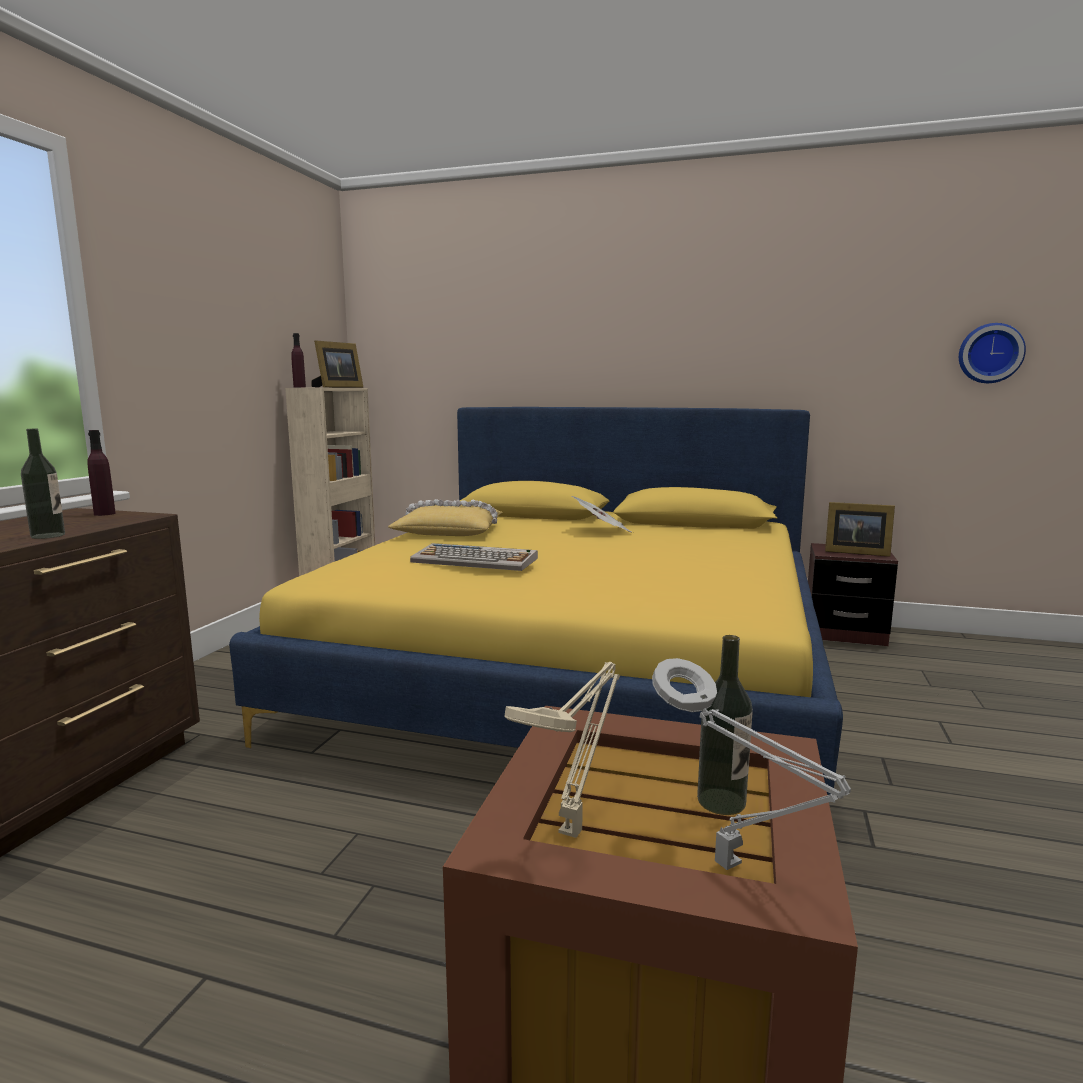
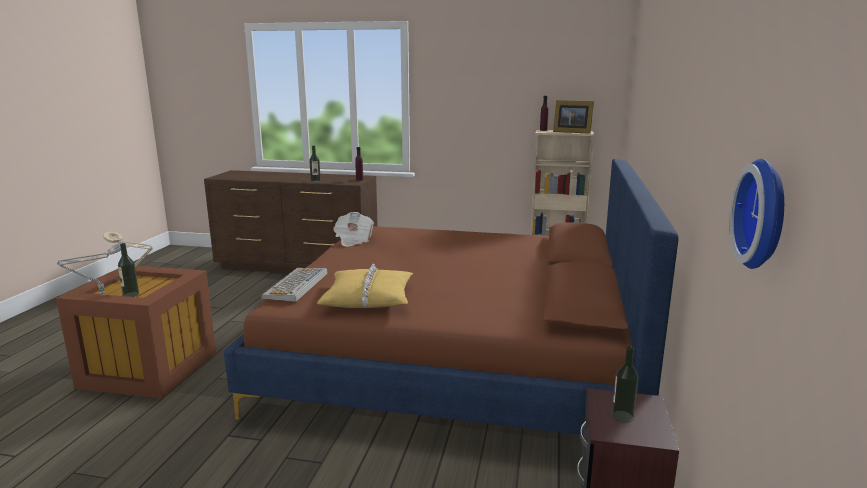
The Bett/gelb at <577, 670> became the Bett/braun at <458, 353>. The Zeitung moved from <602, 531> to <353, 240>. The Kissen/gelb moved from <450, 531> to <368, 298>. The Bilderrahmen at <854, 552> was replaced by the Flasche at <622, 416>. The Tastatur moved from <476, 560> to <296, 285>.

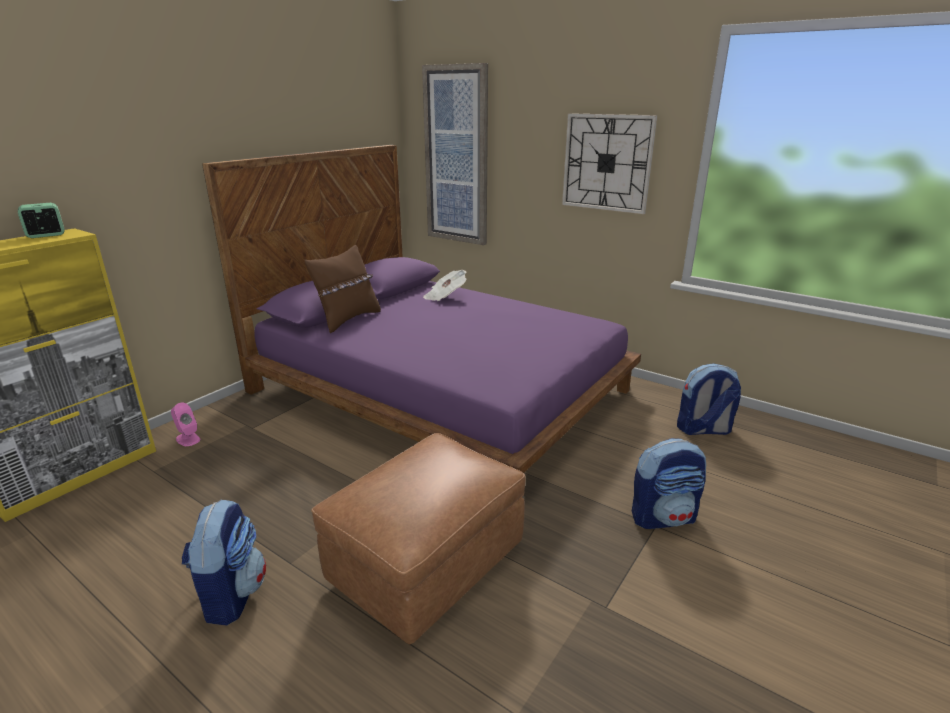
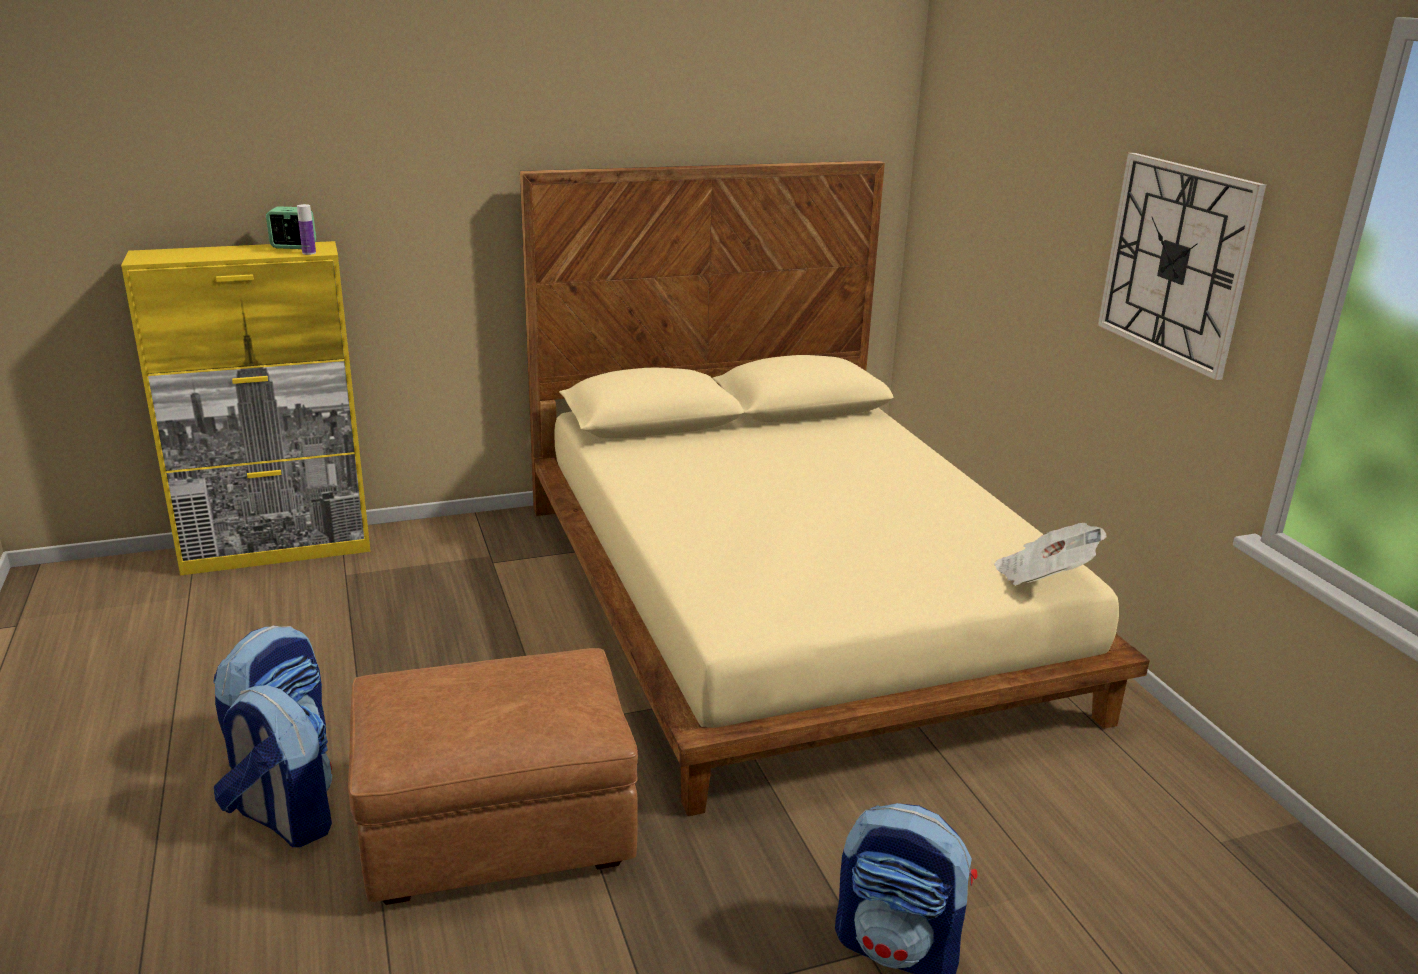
The Bild at <457, 157> disappeared. The Bett/lila at <442, 390> became the Bett/beige at <789, 602>. The Kissen/braun at <348, 319> disappeared. The Zeitung moved from <445, 297> to <1043, 576>. The Rucksack moved from <703, 430> to <283, 820>. The Lautsprecher/rosa at <188, 439> disappeared. The Flasche at <309, 253> appeared.

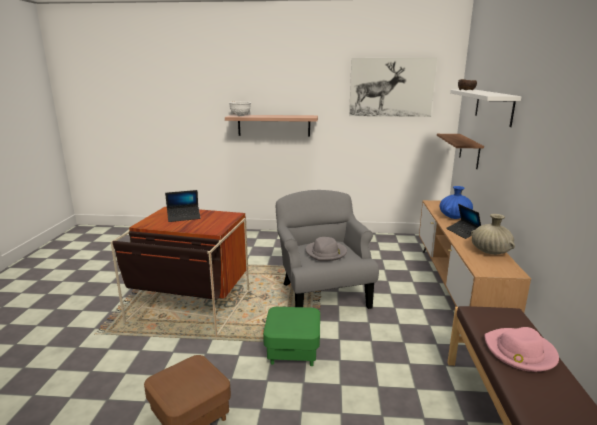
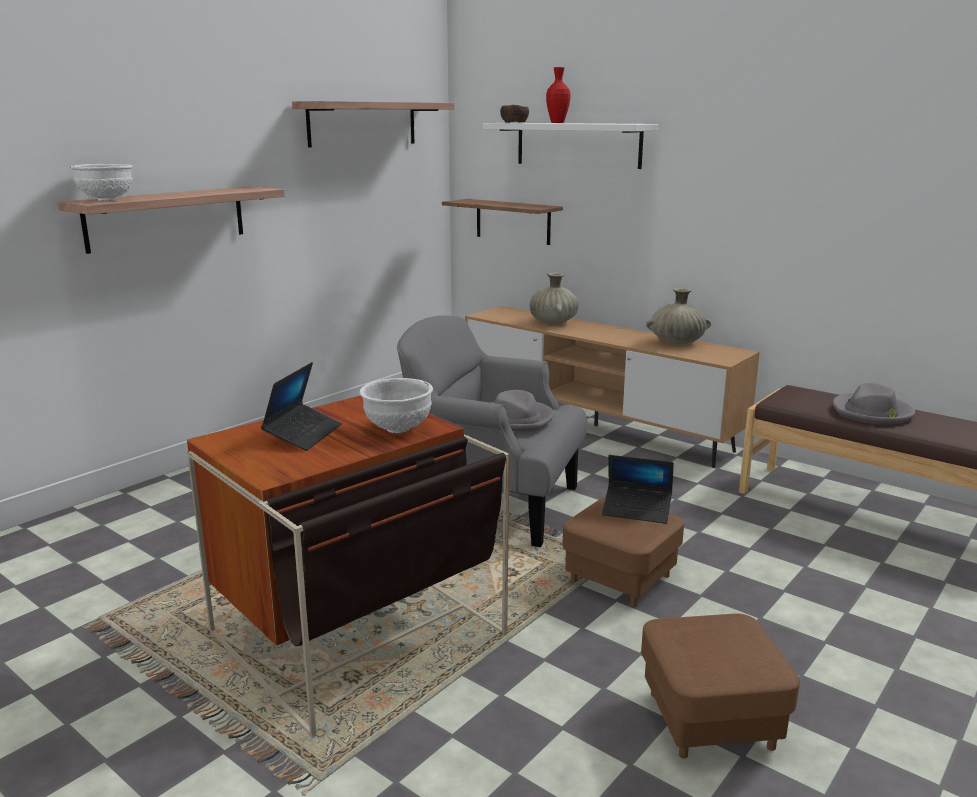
The Bild at <391, 87> was replaced by the Wandregal at <363, 124>. The Vase/blau at <454, 217> became the Vase/beige at <553, 322>. The Laptop moved from <463, 232> to <637, 510>. The Polsterhocker/grün at <293, 351> became the Polsterhocker/braun at <620, 579>. The Hut/rosa at <520, 352> became the Hut/grau at <872, 413>. The Vase/rot at <557, 122> appeared. The Schüssel/weiß at <397, 429> appeared.

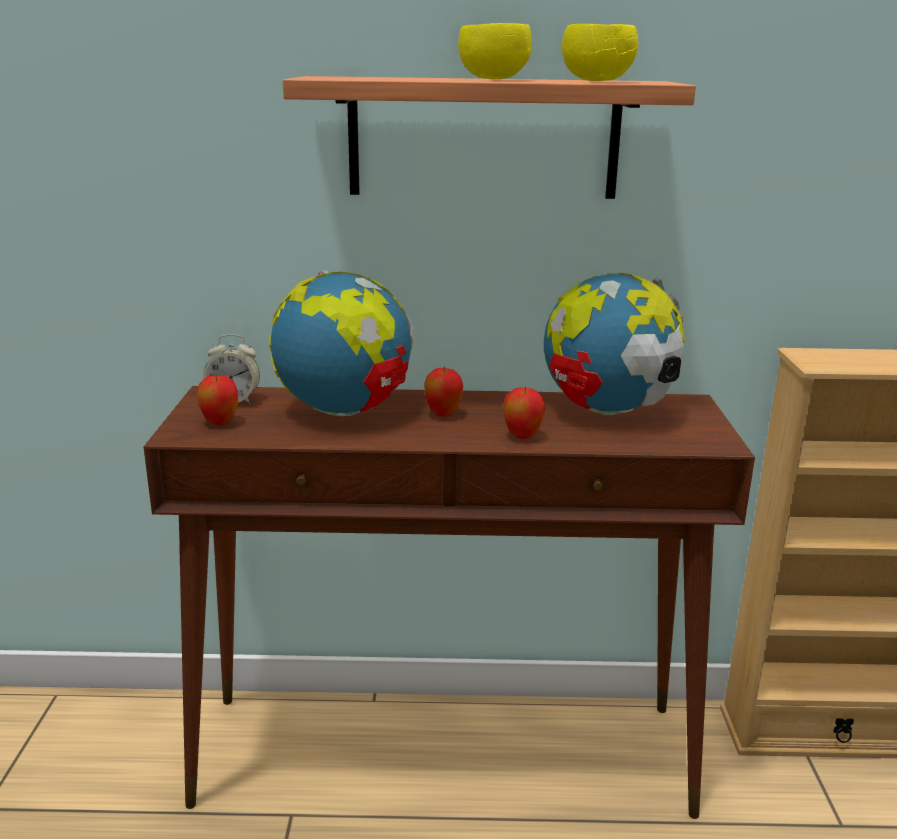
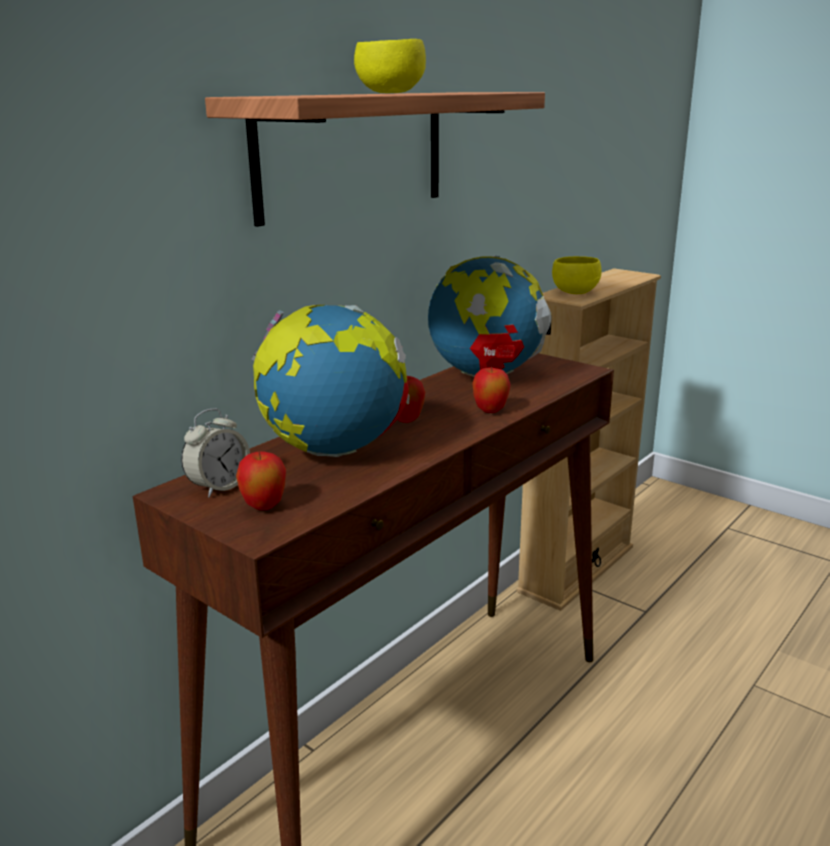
The Schüssel/gelb moved from <595, 80> to <573, 292>.

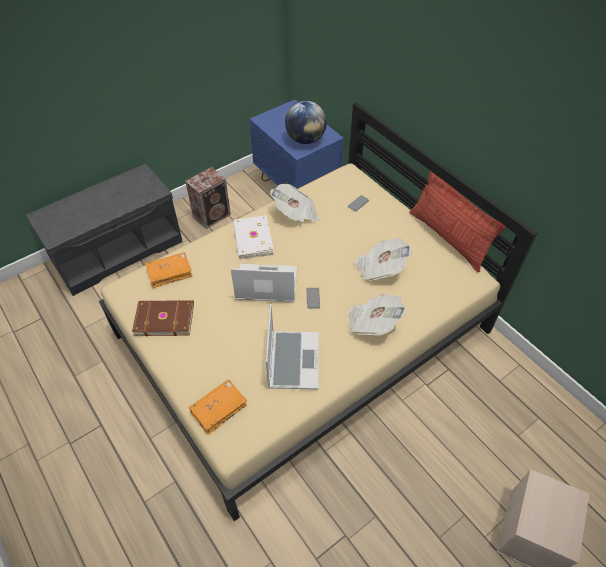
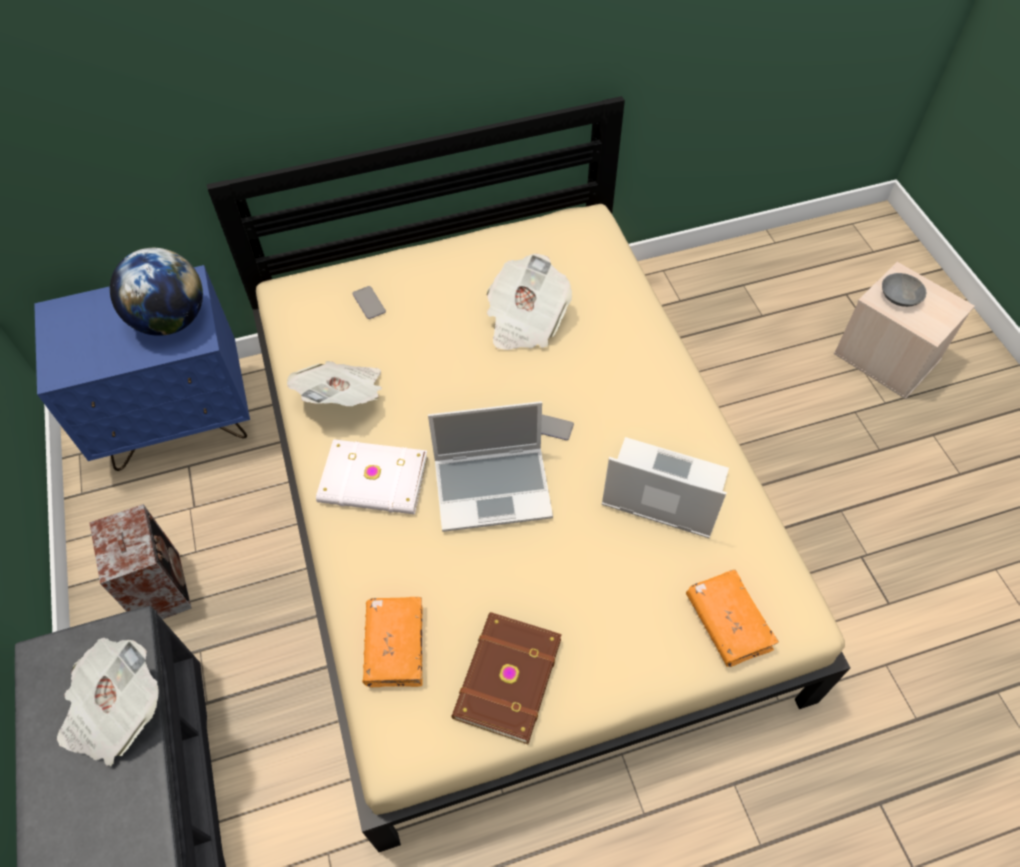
The Kissen at <448, 238> disappeared. The Laptop at <265, 285> turned 120 degrees counterclockwise. The Zeitung moved from <372, 323> to <116, 711>. The Schüssel/grau at <900, 297> appeared.

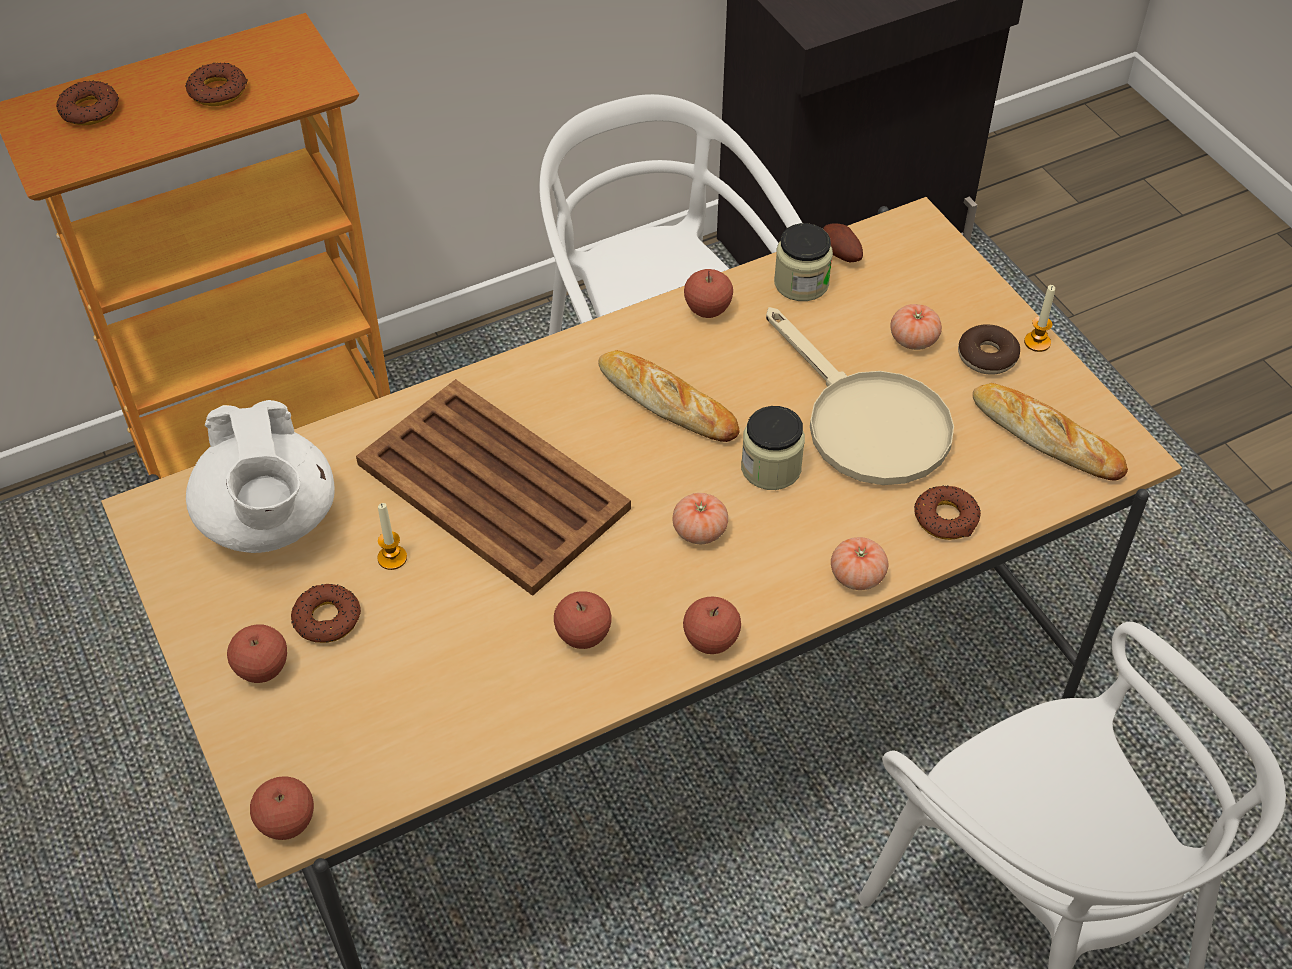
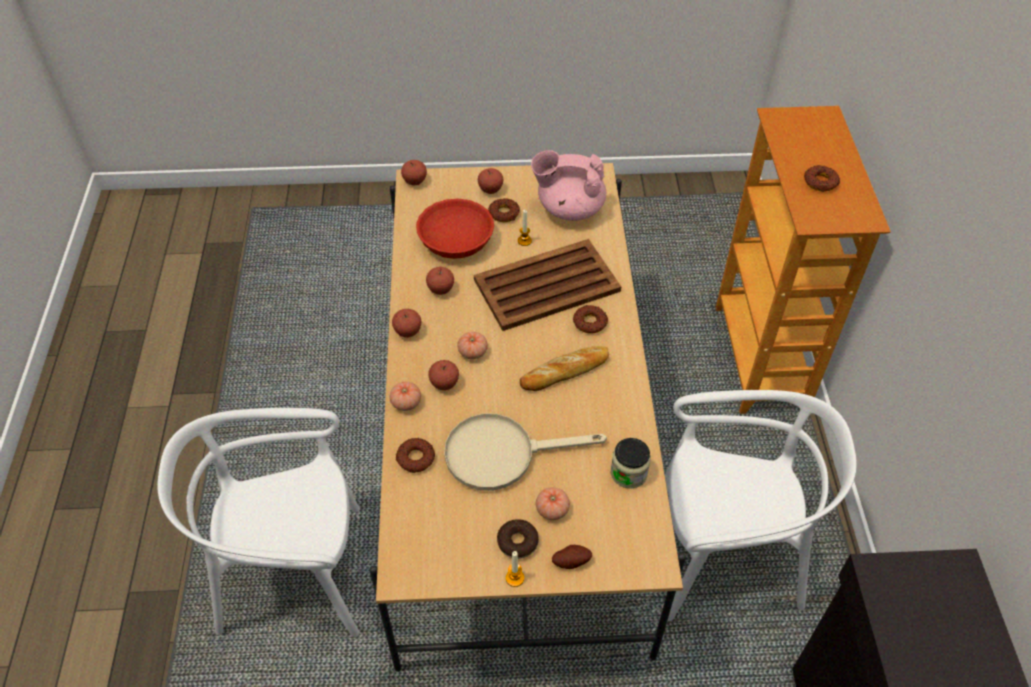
The Donut moved from <89, 110> to <590, 322>. The Kartoffel moved from <840, 255> to <571, 561>. The Apfel moved from <707, 310> to <444, 384>. The Brot at <1046, 437> disappeared. The Teekanne/weiß at <270, 522> became the Teekanne/rosa at <569, 208>. The Vorratsglas at <771, 468> disappeared. The Schüssel/rot at <456, 240> appeared.

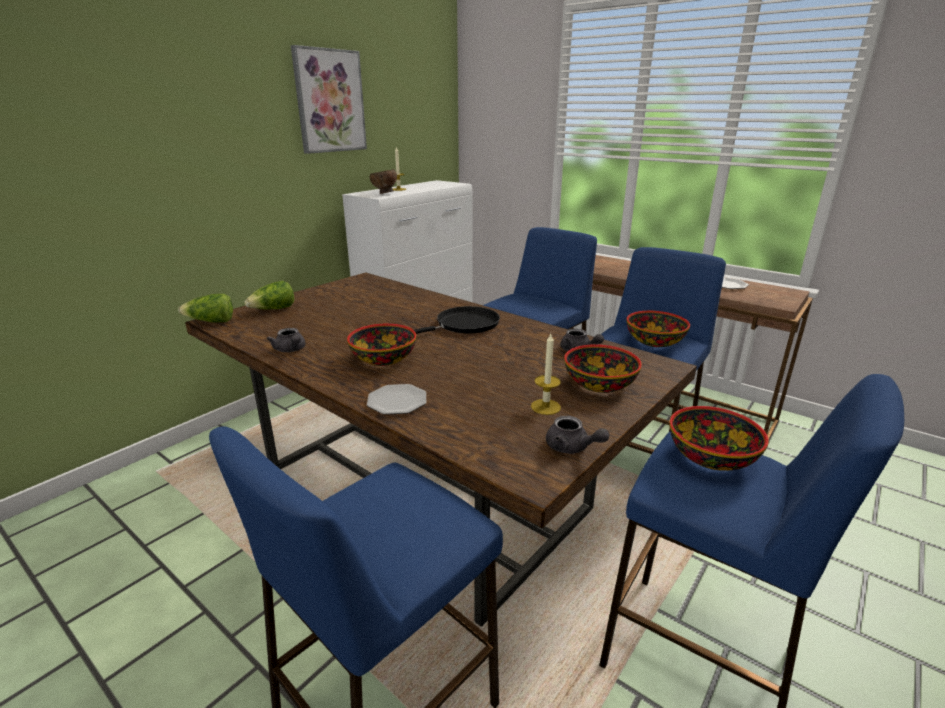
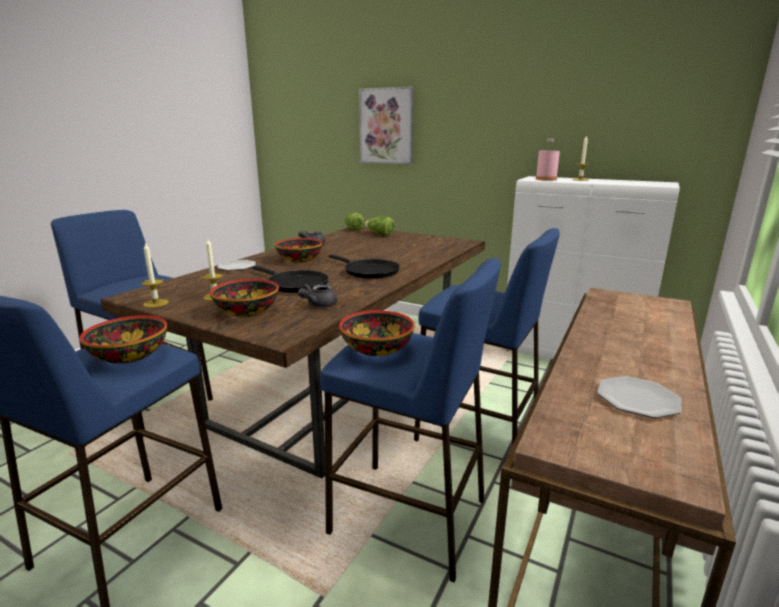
The Bild moved from <329, 101> to <386, 126>. The Schüssel/braun at <384, 194> was replaced by the Flasche/rosa at <546, 179>. The Teekanne/grau at <572, 448> was replaced by the Kerze at <156, 303>. The Pfanne/schwarz at <295, 284> appeared.

